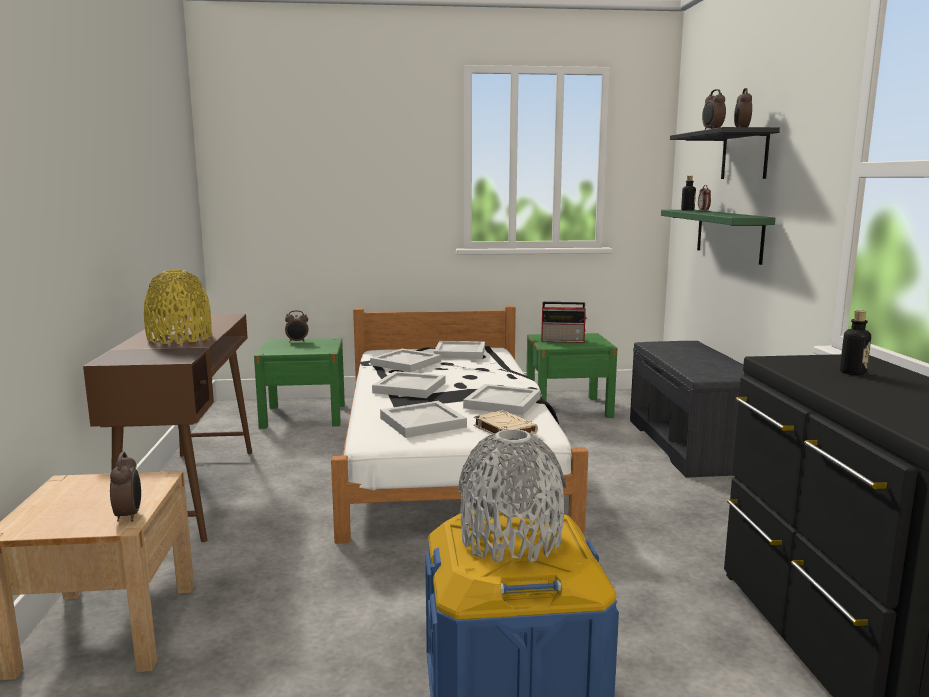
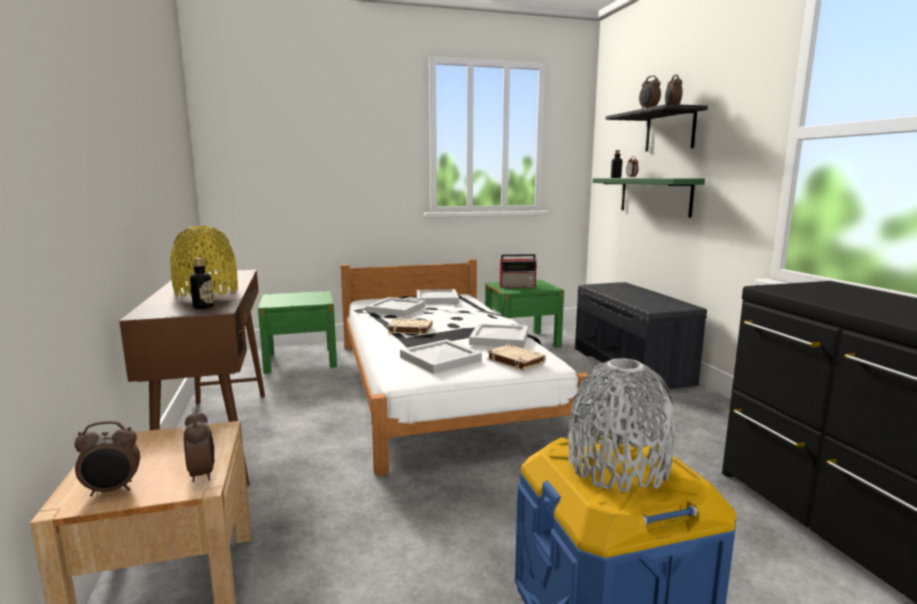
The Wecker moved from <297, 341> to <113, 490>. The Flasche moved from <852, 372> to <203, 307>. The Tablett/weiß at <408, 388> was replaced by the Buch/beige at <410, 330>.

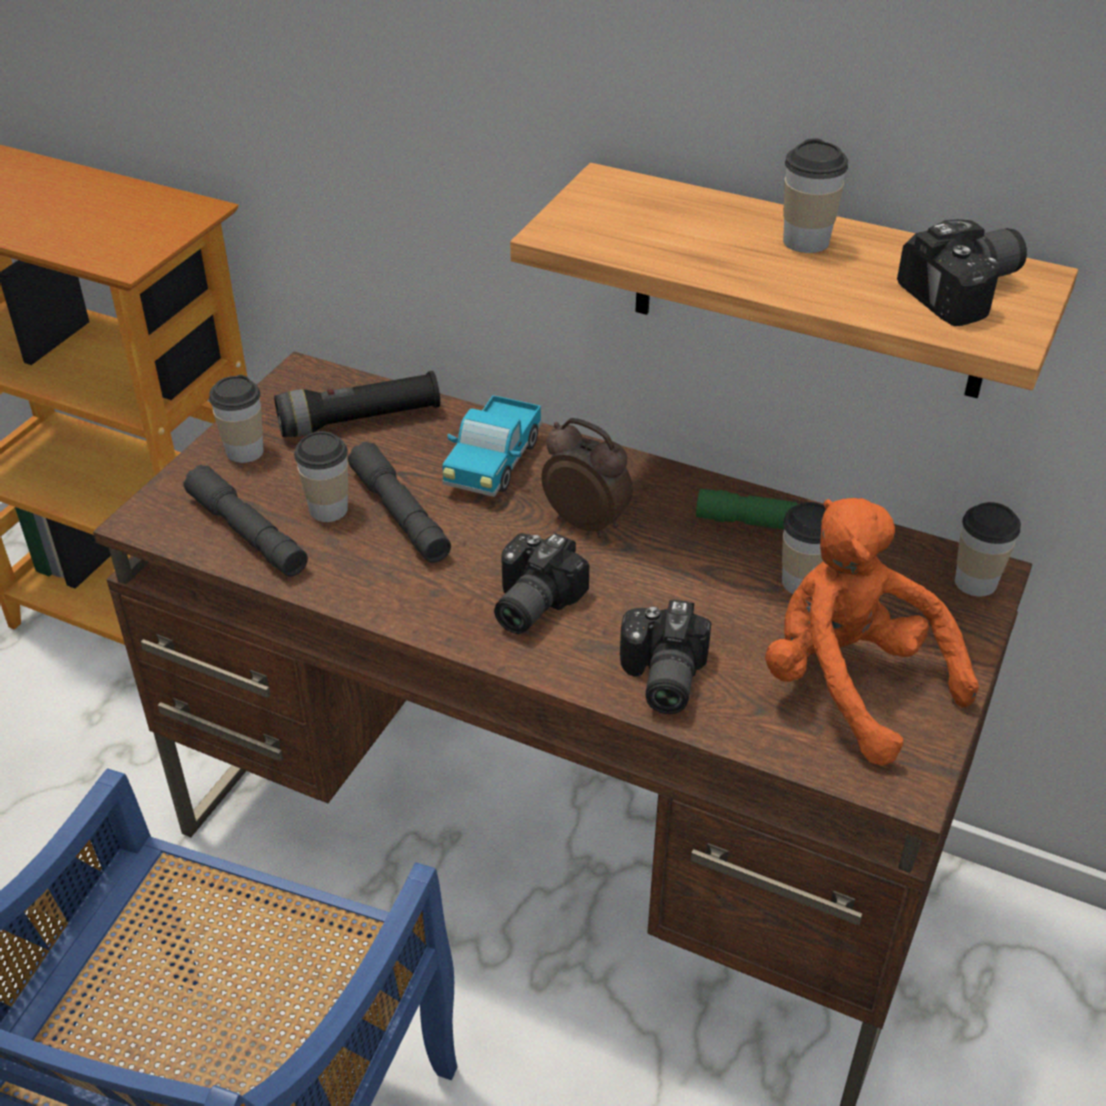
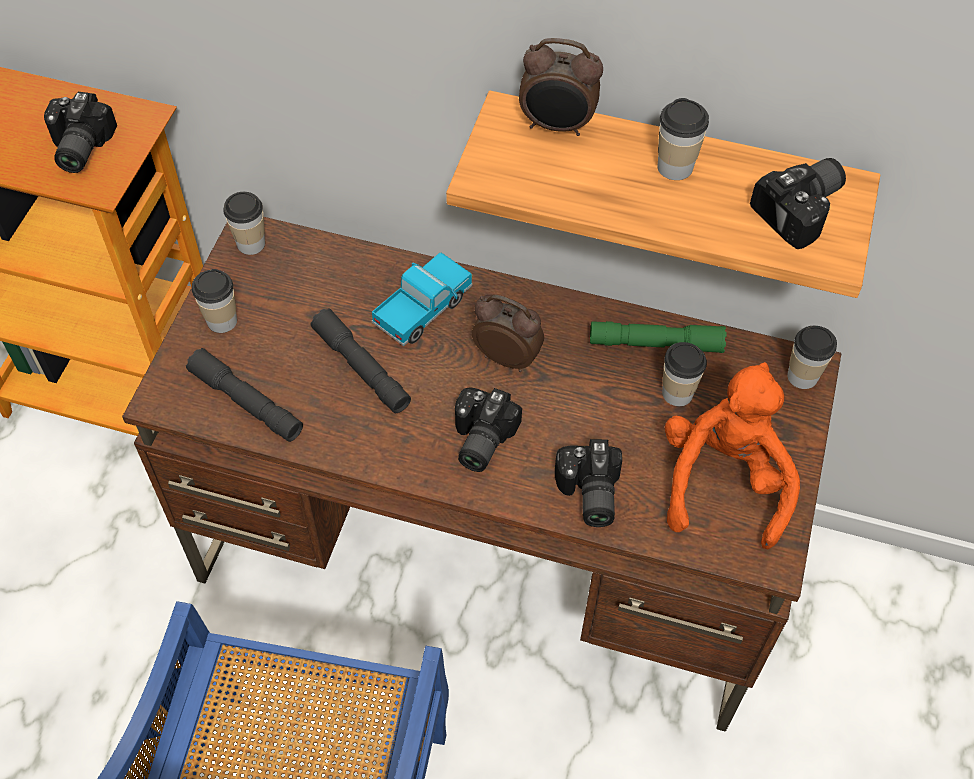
The Taschenlampe/schwarz at <360, 420> disappeared. The Spielzeuglaster at <493, 465> turned 150 degrees counterclockwise. The Tasse moved from <328, 509> to <251, 243>. The Plüschtier/orange at <850, 684> turned 60 degrees clockwise. The Wecker at <557, 126> appeared. The Kamera at <77, 148> appeared.

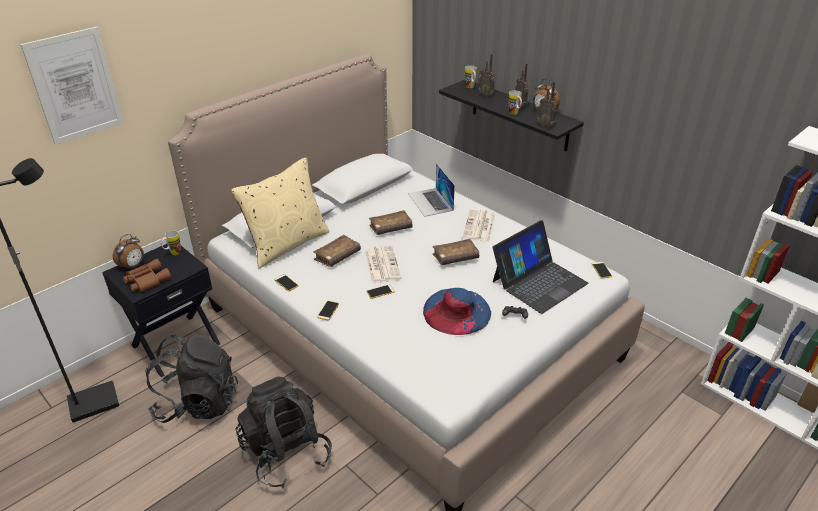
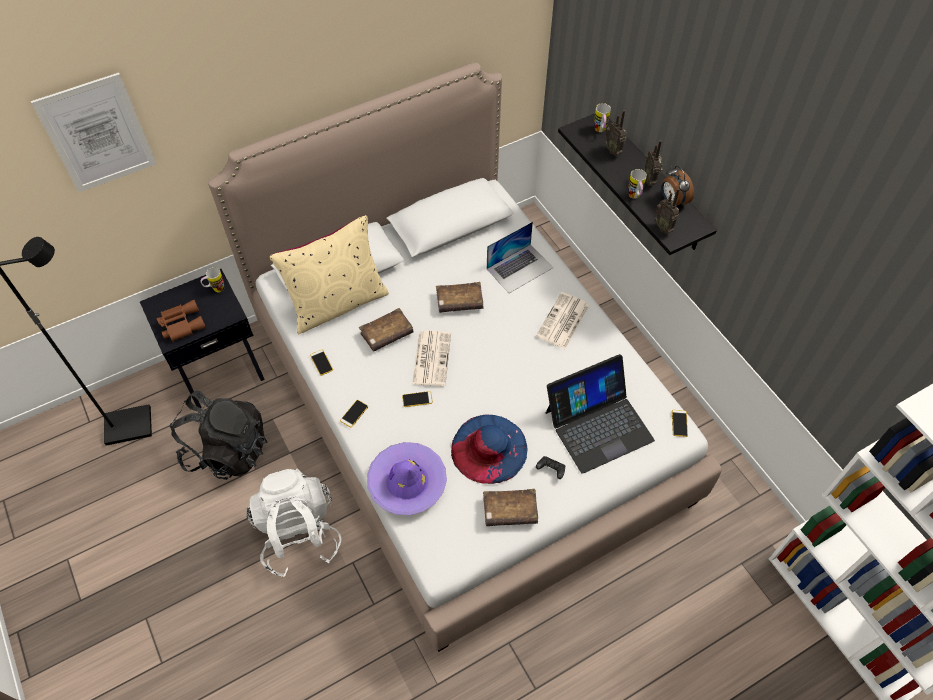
The Laptop at <430, 202> turned 120 degrees counterclockwise. The Wecker at <133, 266> disappeared. The Buch/braun moved from <455, 257> to <510, 511>. The Rucksack/schwarz at <286, 453> became the Rucksack/weiß at <298, 533>. The Hut/lila at <407, 482> appeared.

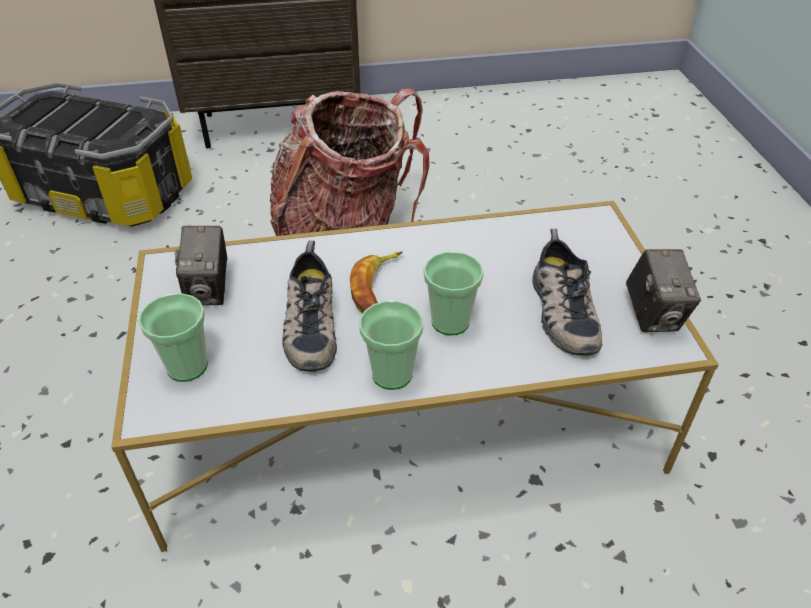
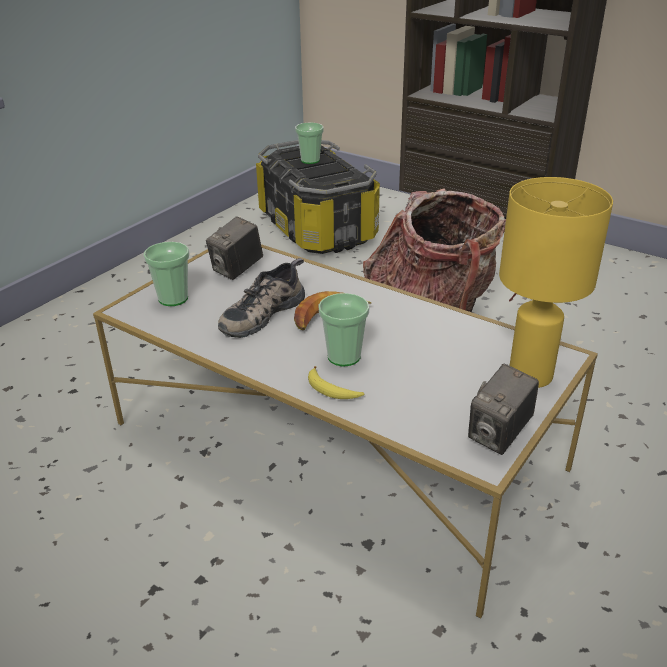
The Schuh at <560, 310> disappeared. The Tasse moved from <392, 374> to <310, 160>. The Tischlampe/gelb at <532, 375> appeared. The Banane at <332, 390> appeared.

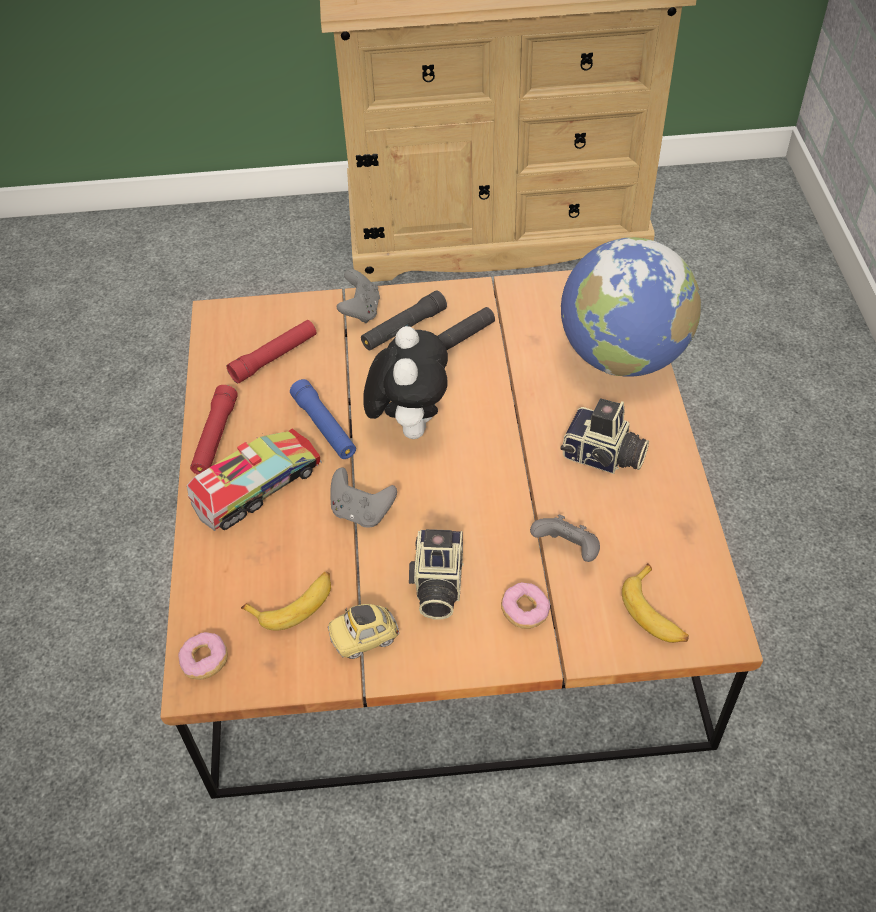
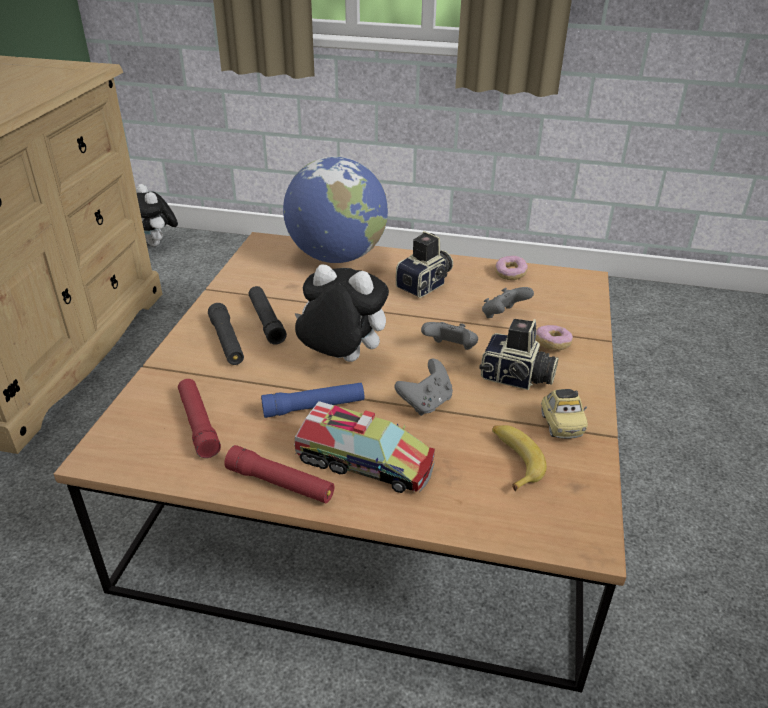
The Gamepad/grau moved from <360, 311> to <450, 350>. The Spielzeuglaster at <257, 486> turned 135 degrees clockwise. The Banane at <655, 612> disappeared. The Donut moved from <205, 661> to <510, 274>. The Plüschtier at <157, 244> appeared.

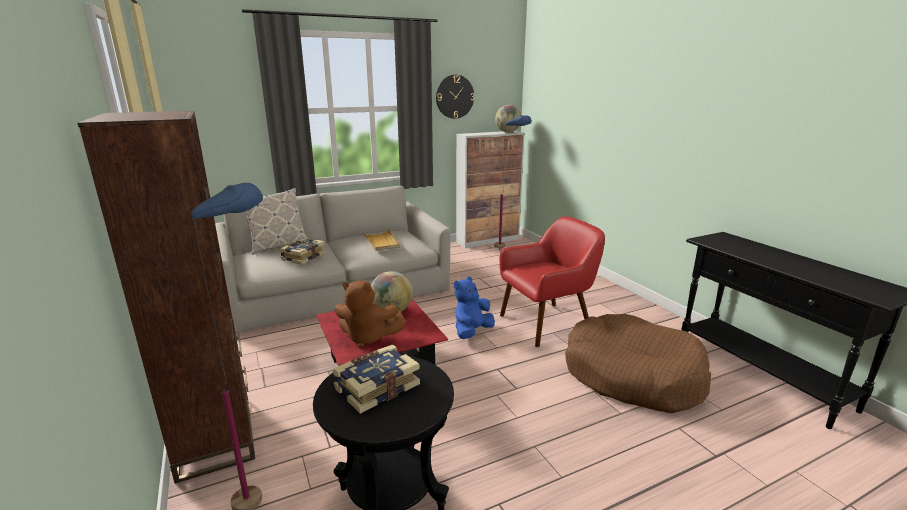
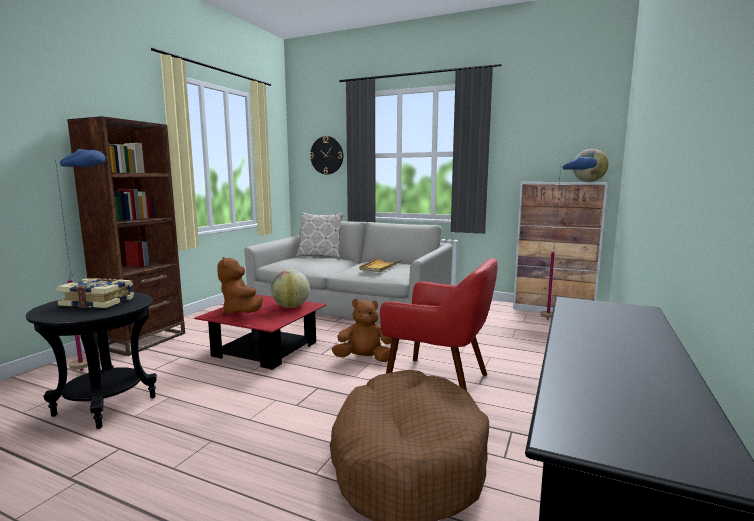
The Wanduhr moved from <454, 96> to <327, 155>. The Buch at <303, 257> disappeared. The Plüschtier/blau at <472, 332> became the Plüschtier/braun at <364, 359>.

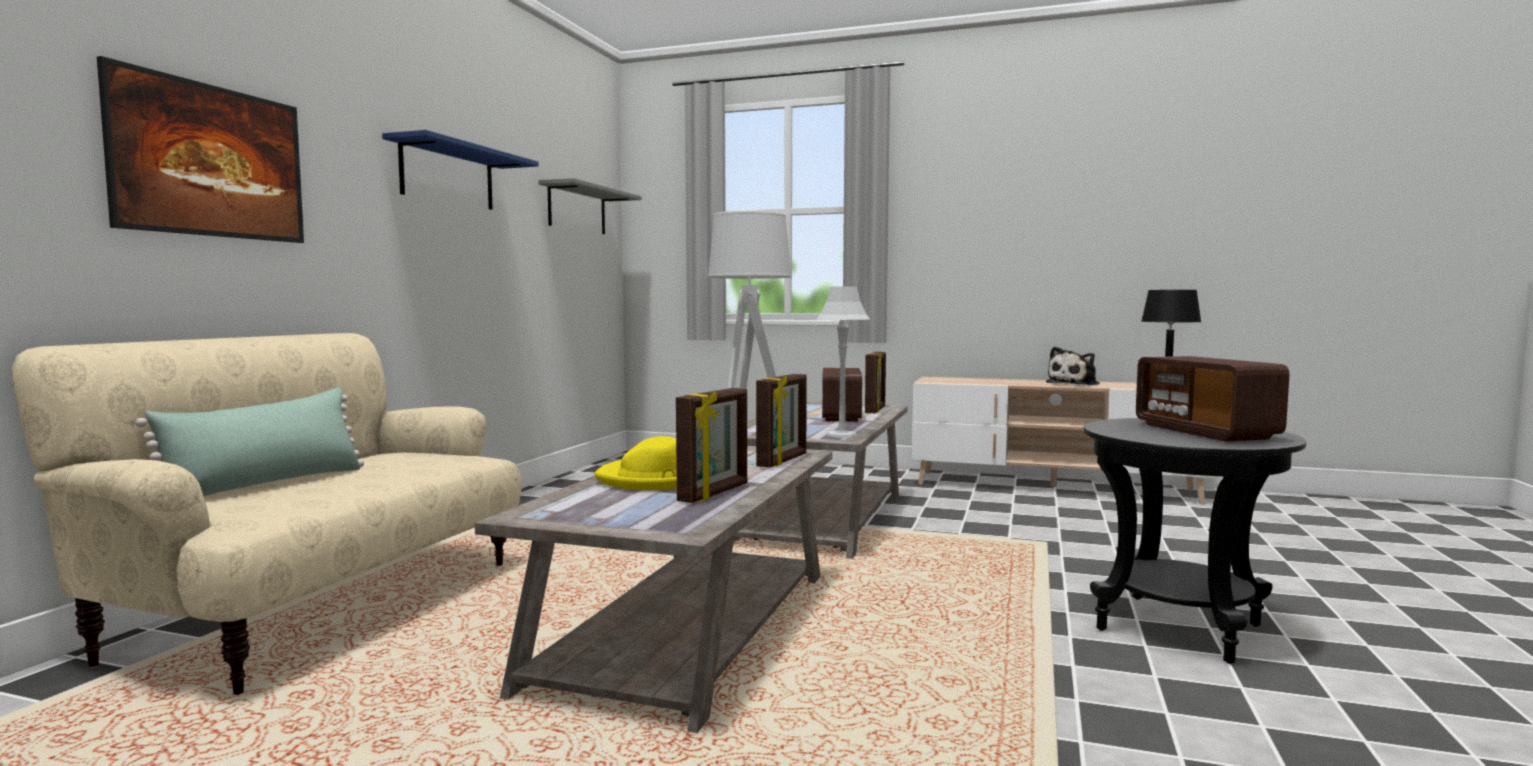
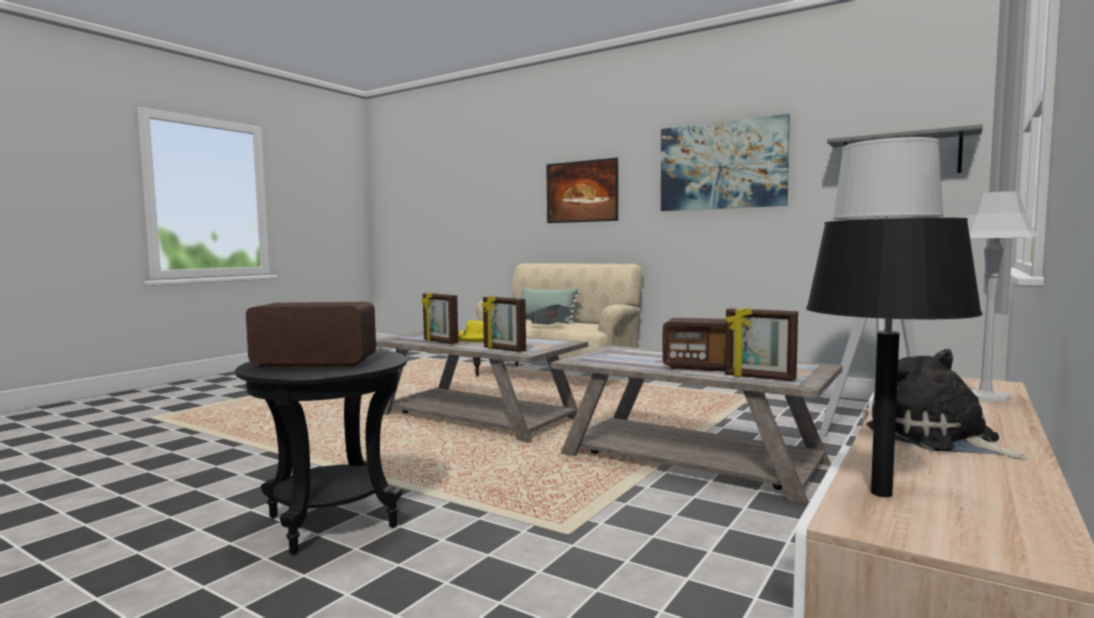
The Wandregal/blau at <448, 176> was replaced by the Bild at <722, 165>. The Tischlampe/grau moved from <841, 435> to <985, 396>. The Zeitung at <550, 327> appeared.

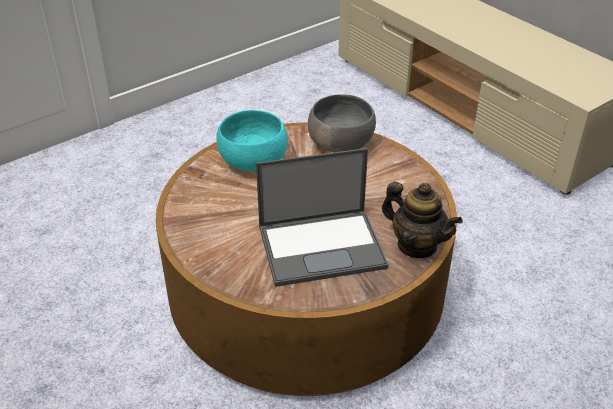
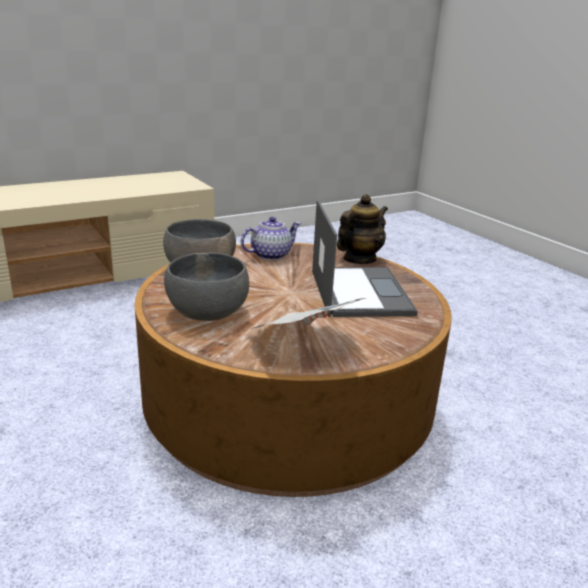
The Schüssel/türkis at <253, 161> became the Schüssel/grau at <208, 312>. The Teekanne at <270, 255> appeared. The Zeitung at <302, 341> appeared.

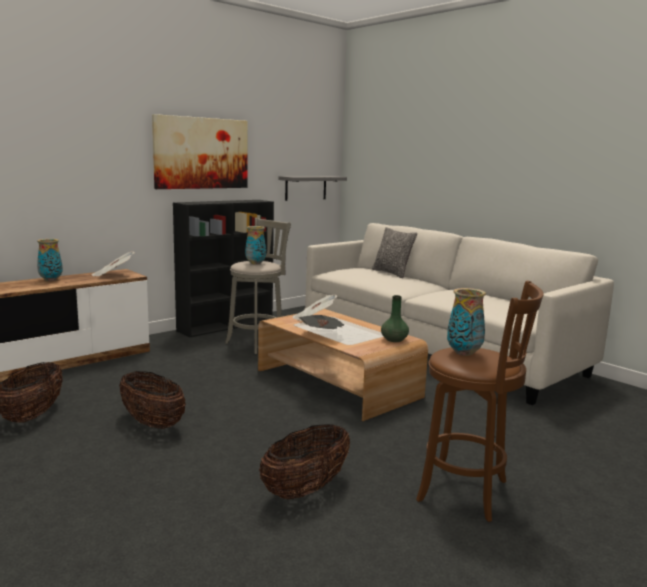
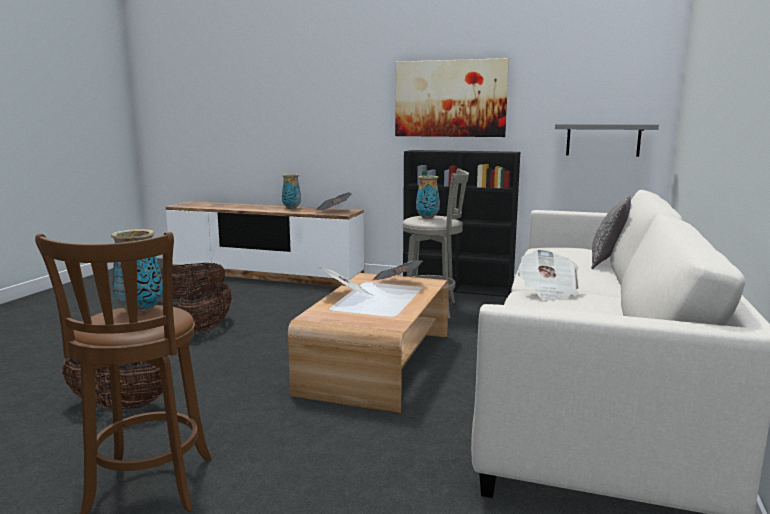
The Vase/grün at <394, 340> disappeared. The Zeitung at <548, 291> appeared.

